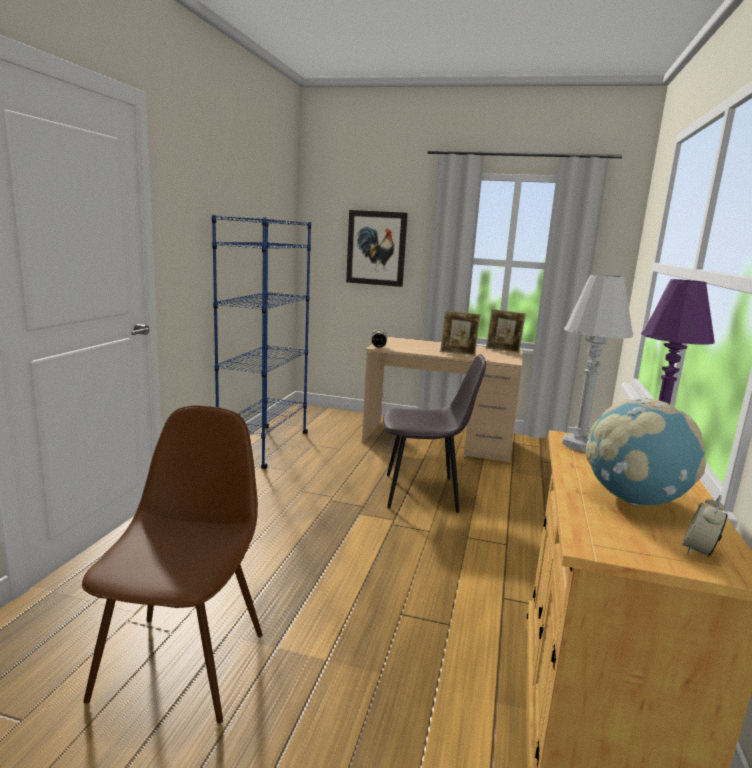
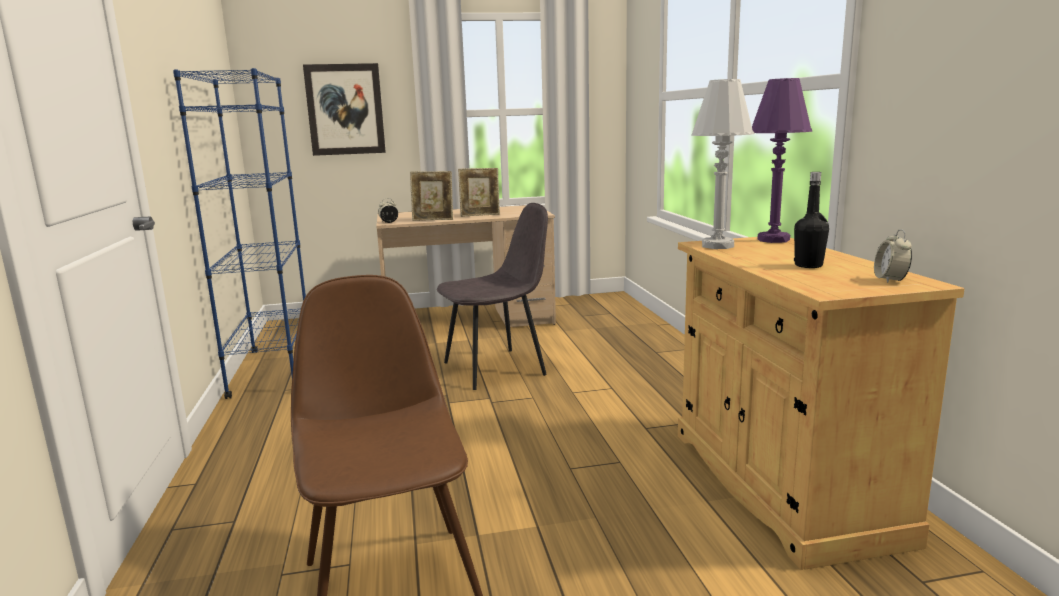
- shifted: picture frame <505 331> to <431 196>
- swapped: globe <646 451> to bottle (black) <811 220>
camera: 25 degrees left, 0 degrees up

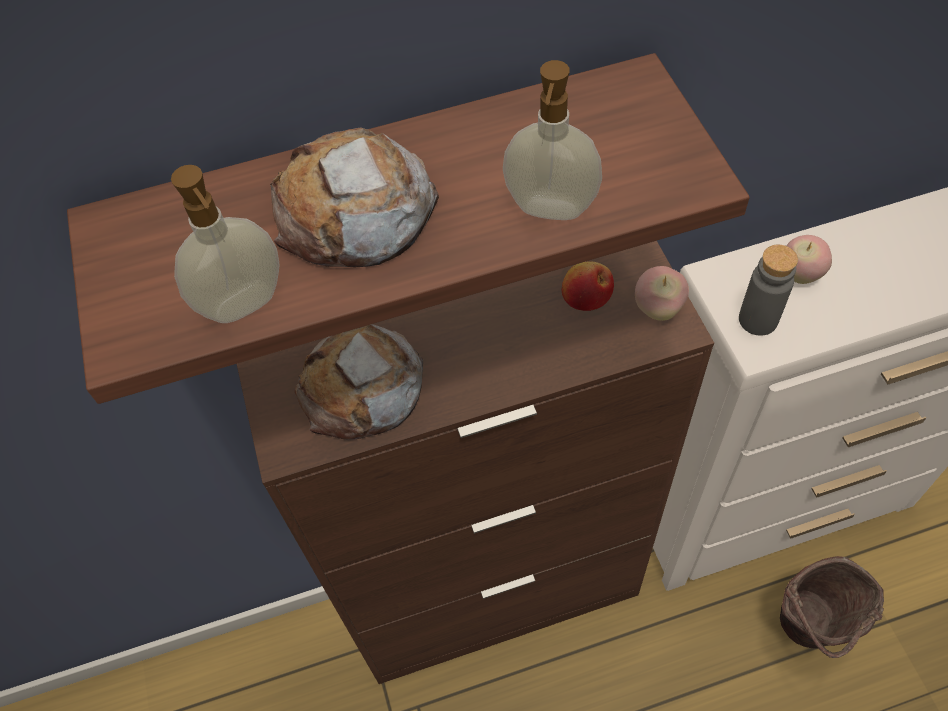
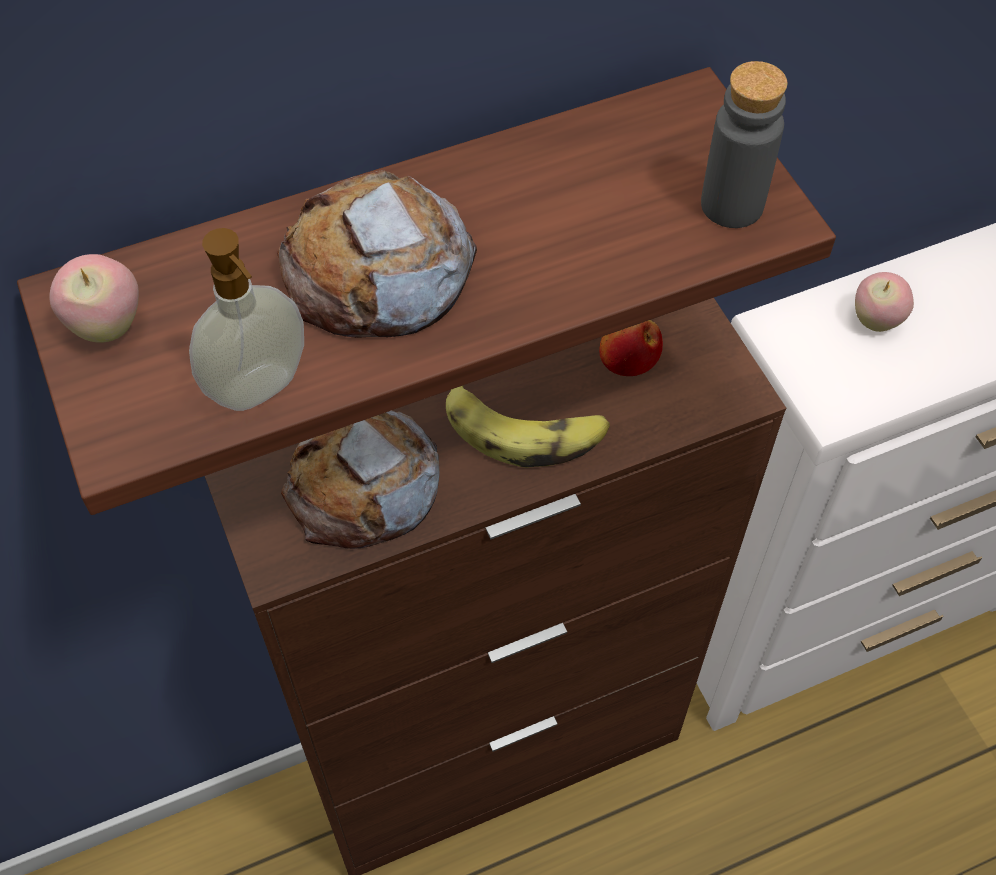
- gone: soap dispenser <552 140>
- shifted: bottle (grey) <768 290> to <744 144>
- shifted: apple <662 293> to <94 298>
- gone: bucket (brown) <832 607>
- new: banana <528 427>
camera: 10 degrees left, 0 degrees up

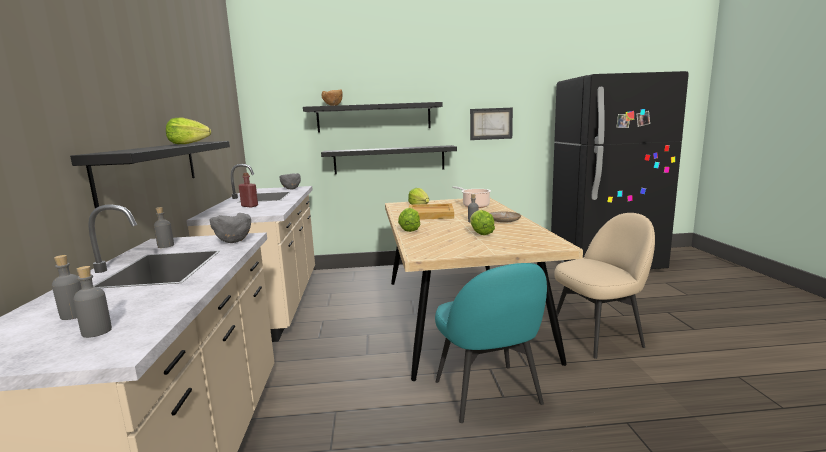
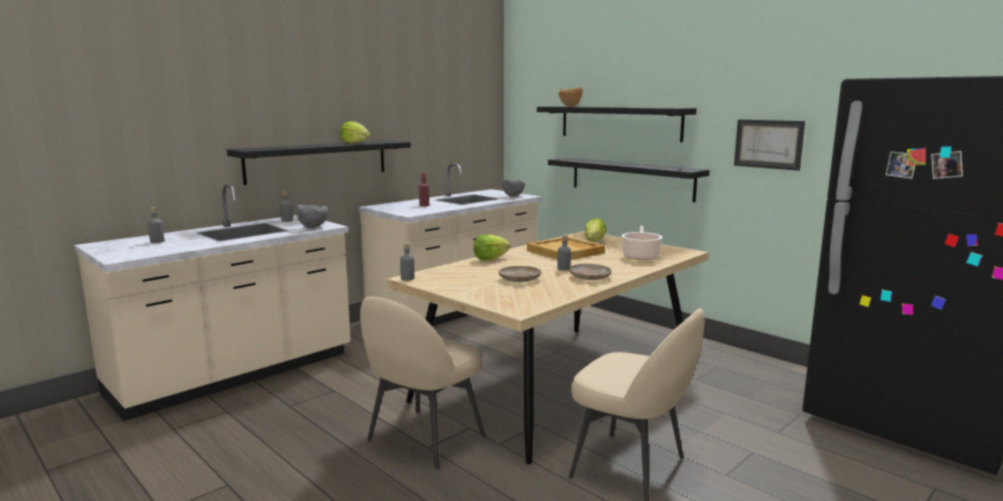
- swapped: lettuce <482 222> to plate (beige) <520 274>
- repainted: chair (turquoise) <491 343> to chair (beige) <422 383>
- shifted: bottle (grey) <92 302> to <407 262>
camera: 50 degrees right, 0 degrees up

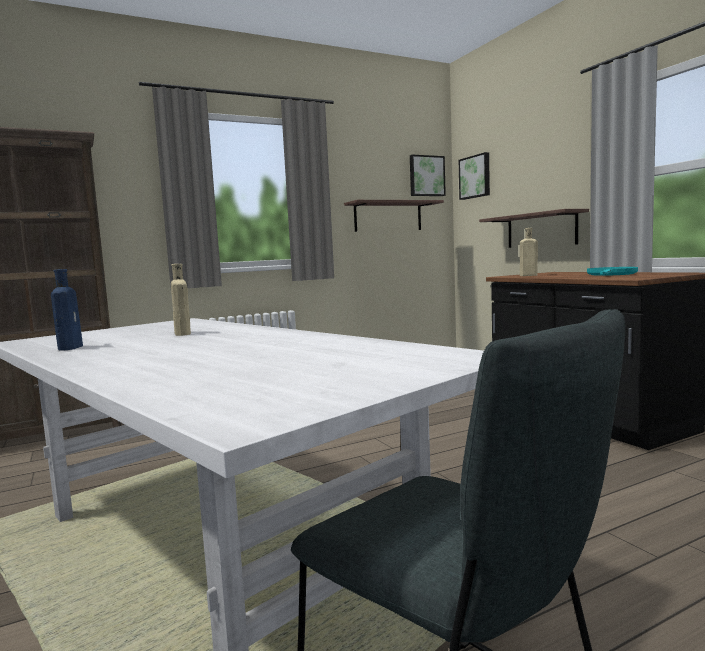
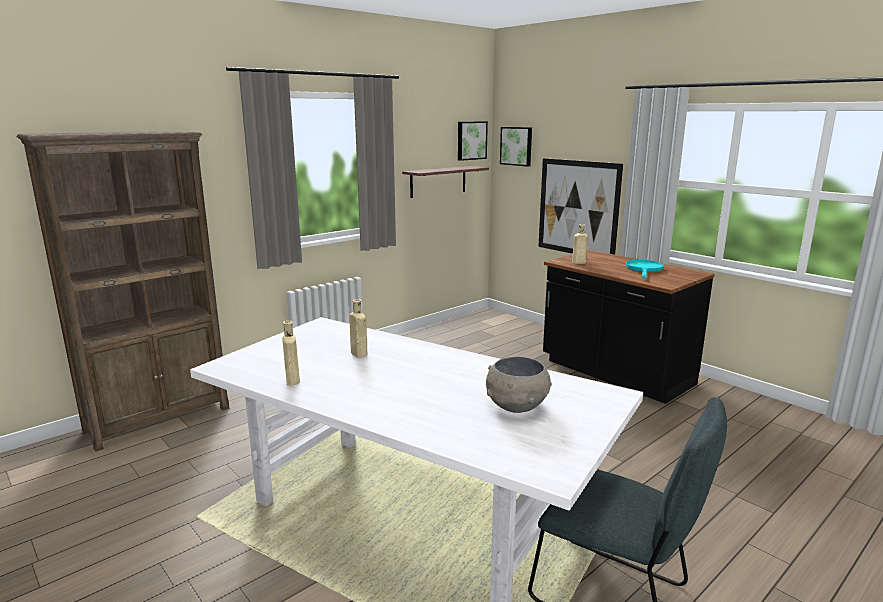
- swapped: shelf <534 228> to picture <580 206>
- repainted: bottle (blue) <67 310> to bottle (beige) <291 353>
- new: bowl (grey) <519 384>
camera: 15 degrees left, 10 degrees up

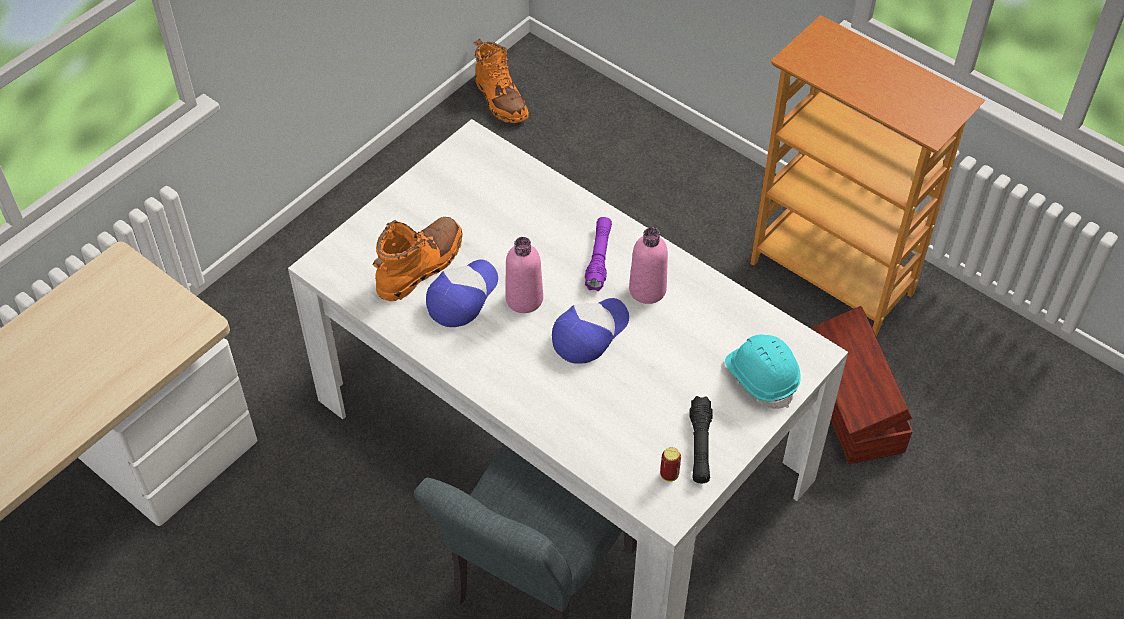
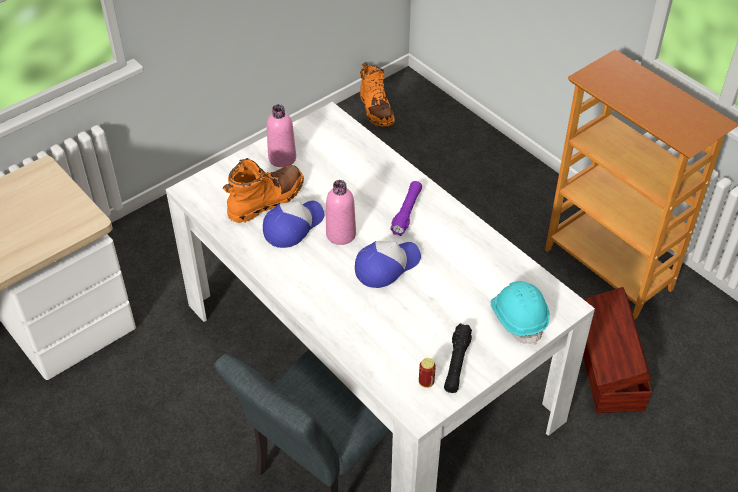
- shifted: bottle (pink) <648 265> to <281 135>
camera: 10 degrees right, 5 degrees down

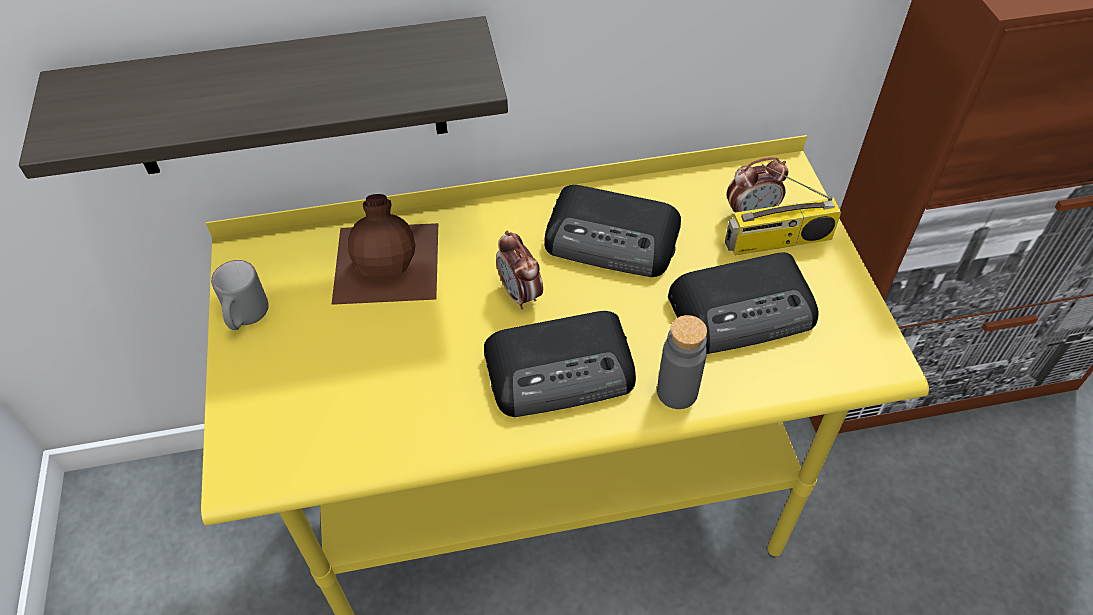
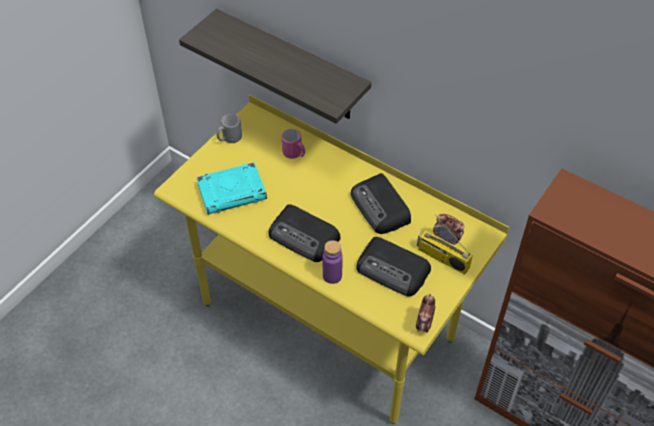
- swapped: bottle (brown) <384 249> to mug (pink) <293 144>
- shifted: alarm clock <519 270> to <425 313>
- repainted: bottle (grey) <682 362> to bottle (purple) <333 262>
- new: book (turquoise) <231 188>
camera: 45 degrees right, 0 degrees up

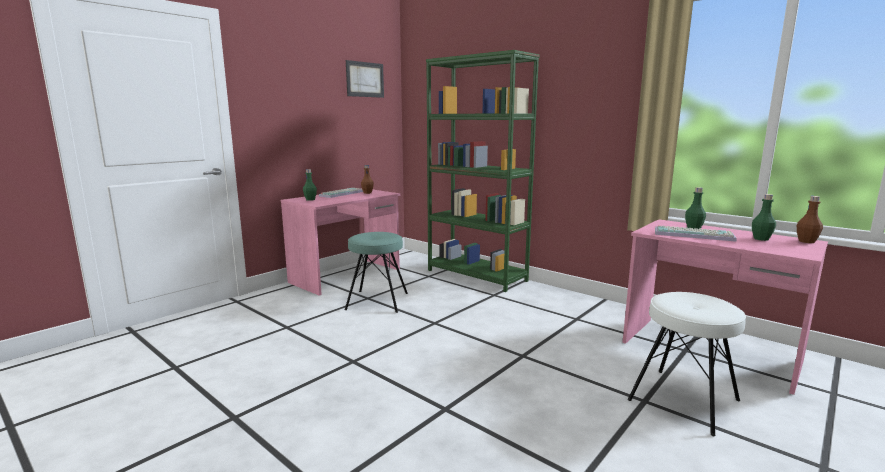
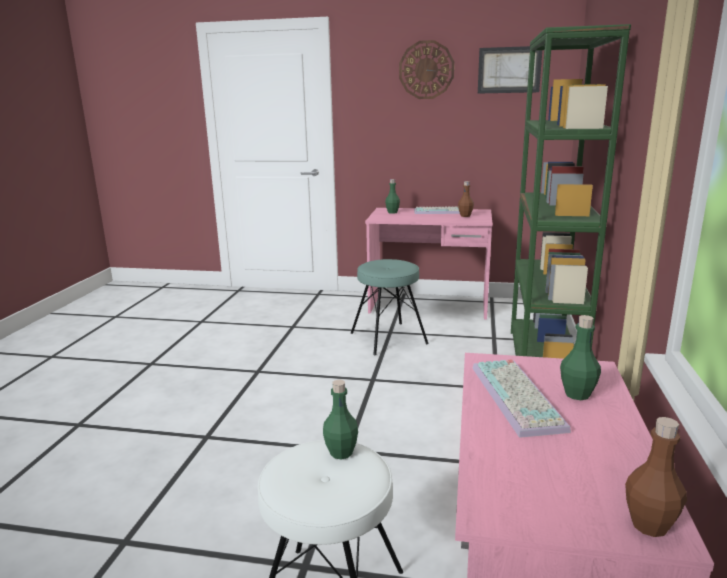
- shifted: bottle (green) <764 217> to <340 420>
- new: wall clock <426 69>
camera: 60 degrees right, 5 degrees up

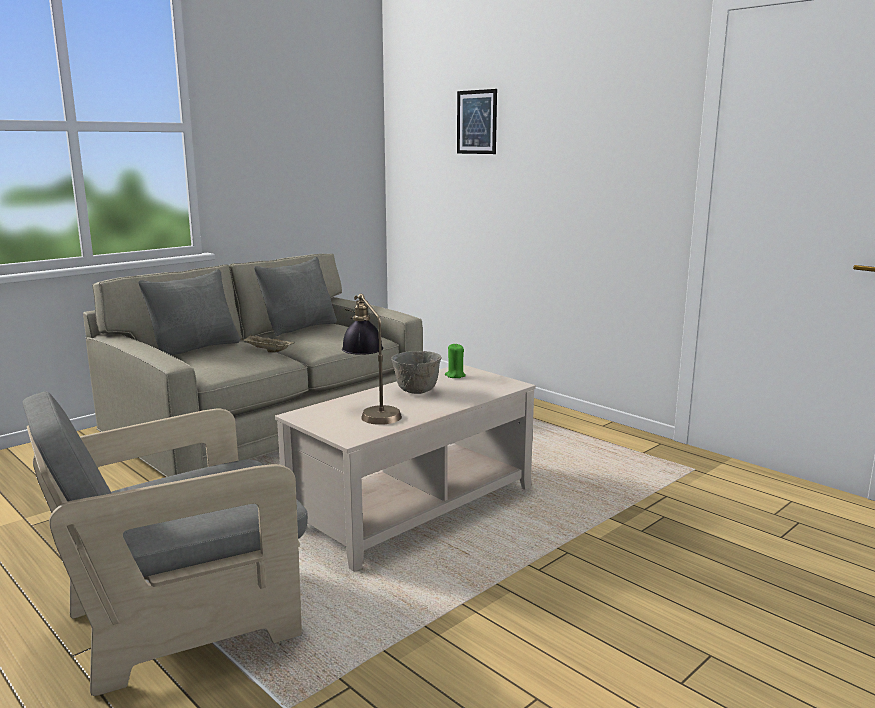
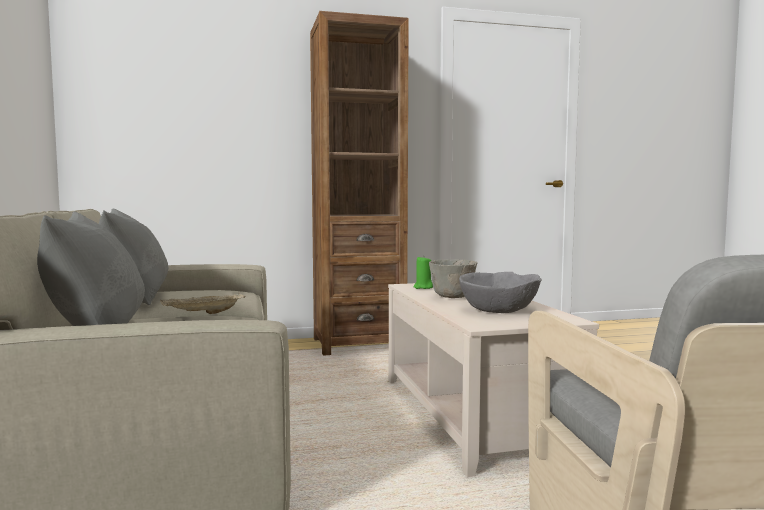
- gone: picture <477 121>
- swapped: table lamp <372 359> to bowl (grey) <500 292>
- new: bookcase (brown) <359 183>
camera: 60 degrees left, 10 degrees down

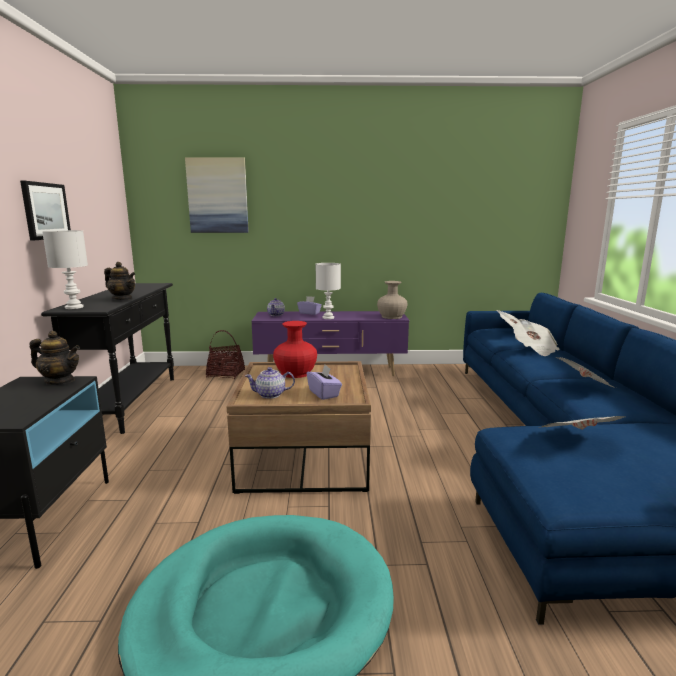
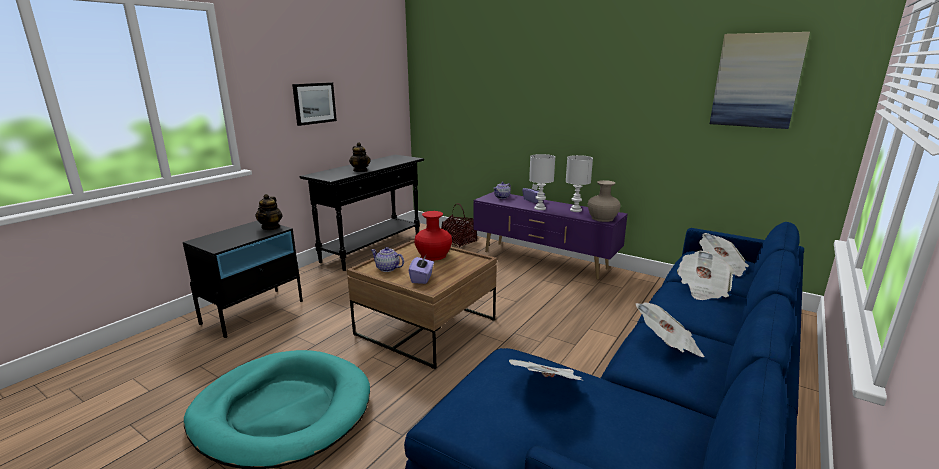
- shifted: picture <217 195> to <760 80>
- shifted: table lamp (white) <65 269> to <579 183>
- rotated: teapot <55 358> = <269 212> 45 degrees clockwise
camera: 35 degrees right, 5 degrees up

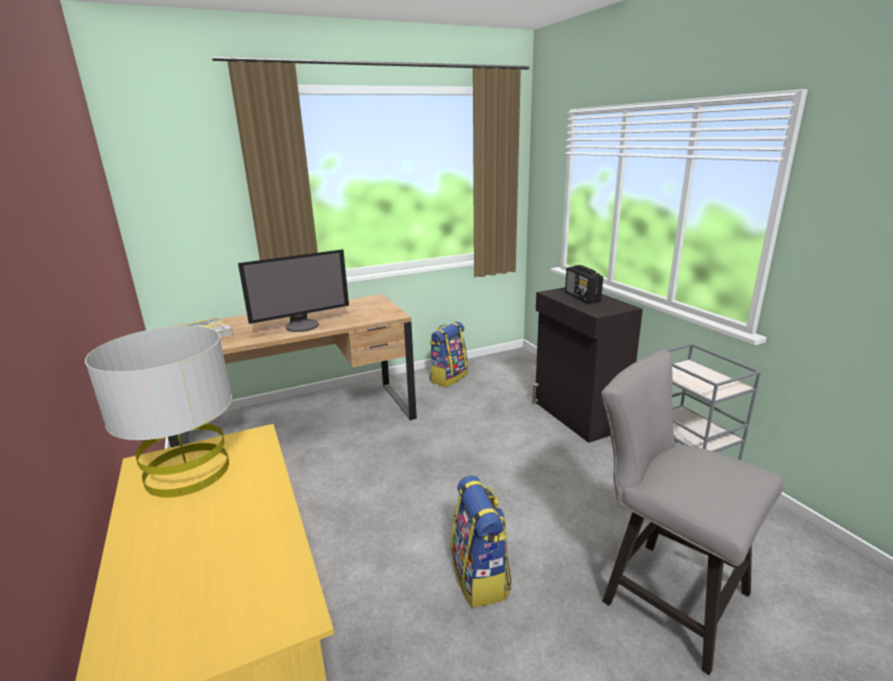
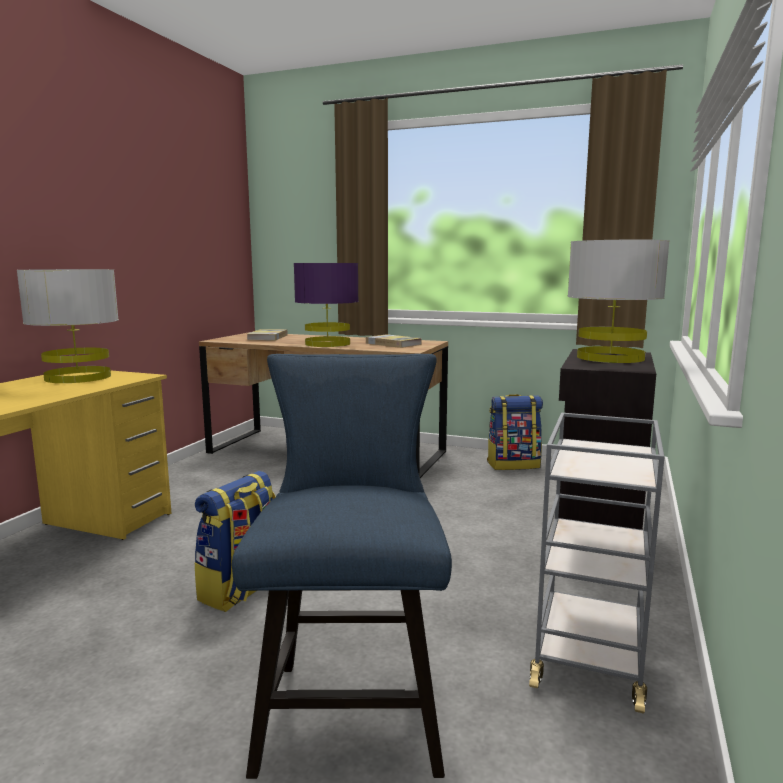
- swapped: monitor <293 290> to table lamp (purple) <326 305>
- swapped: radio <584 284> to table lamp (grey) <619 301>
- repainted: chair (grey) <692 512> to chair (blue) <342 566>
- new: book <394 341>
camera: 45 degrees right, 10 degrees down

